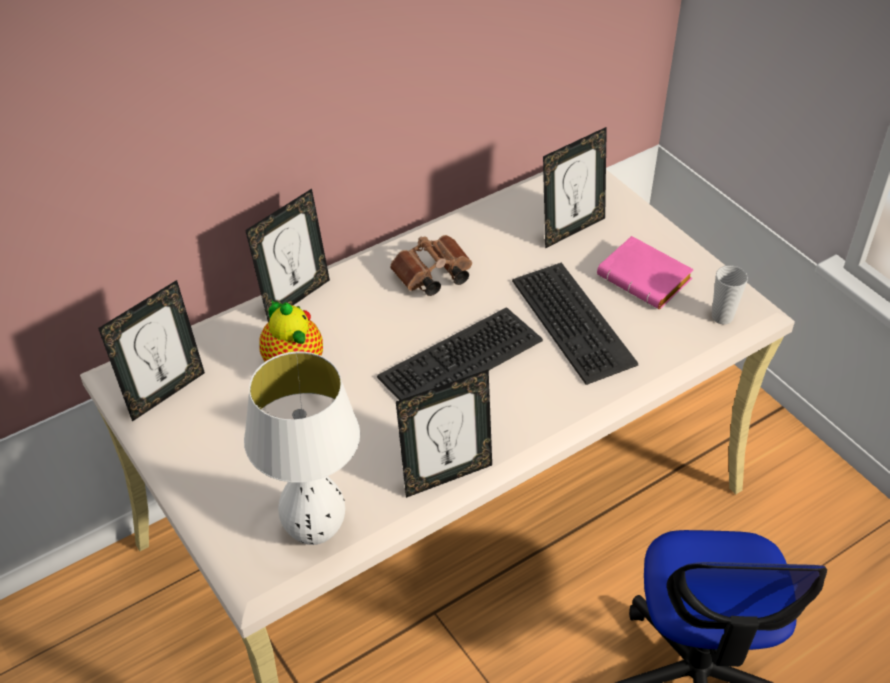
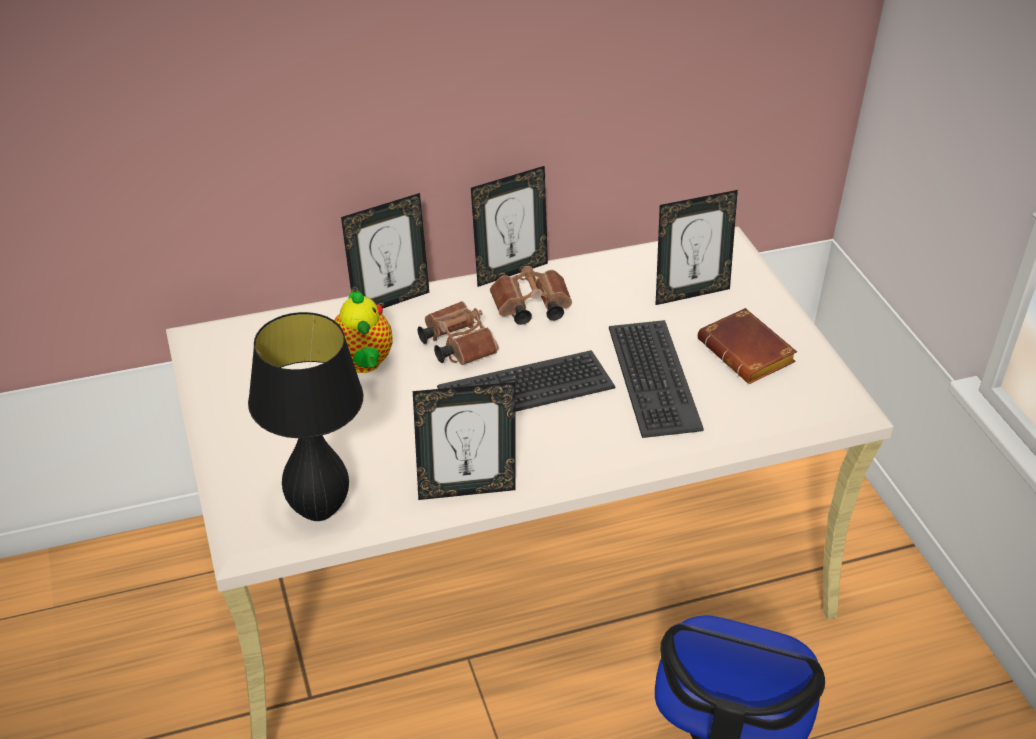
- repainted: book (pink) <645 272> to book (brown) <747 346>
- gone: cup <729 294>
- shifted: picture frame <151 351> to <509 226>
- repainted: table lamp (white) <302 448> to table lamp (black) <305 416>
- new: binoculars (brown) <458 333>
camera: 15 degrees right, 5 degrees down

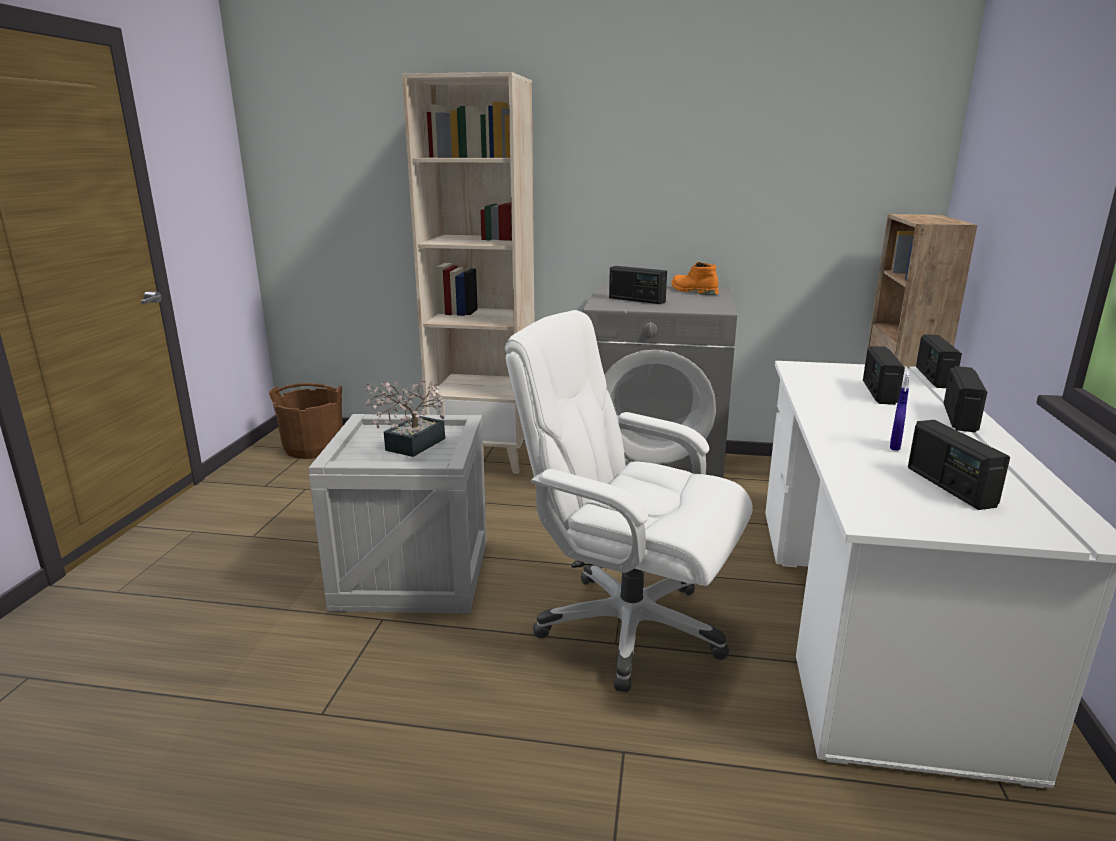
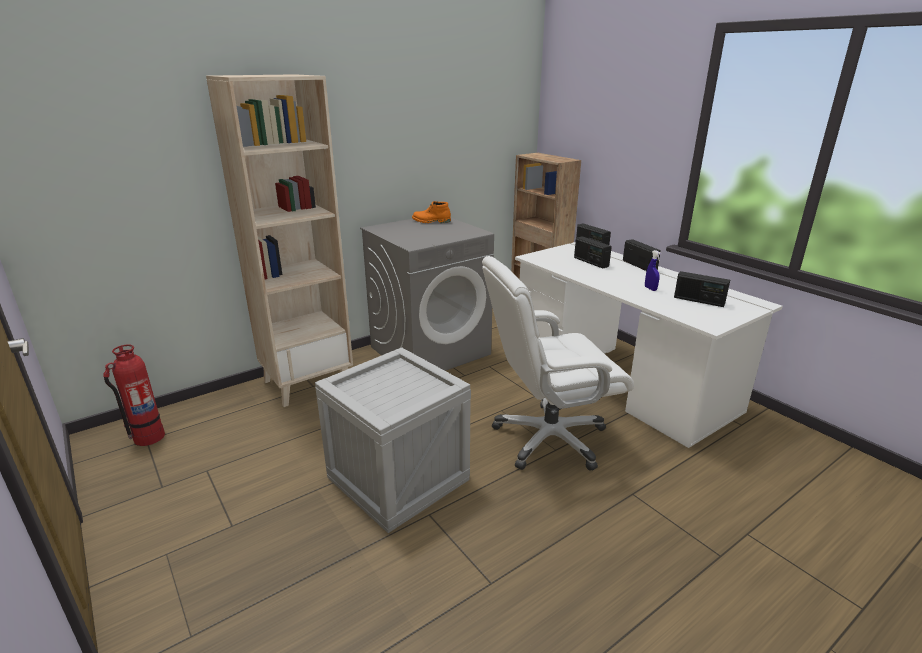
- gone: radio <638 285>
- gone: potted plant <404 418>
- swapped: bucket (brown) <306 421> to fire extinguisher <134 395>
camera: 45 degrees left, 5 degrees up

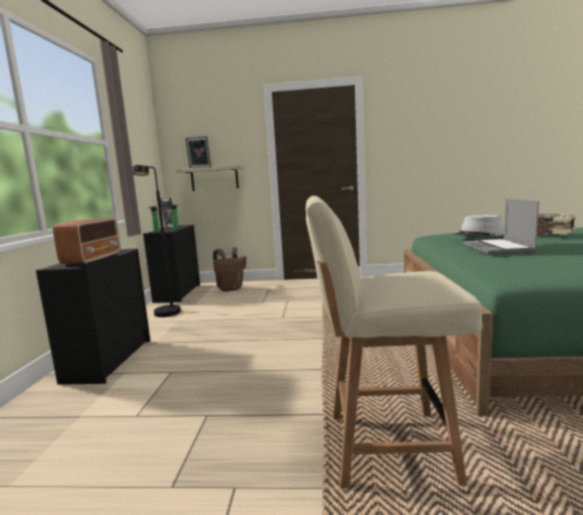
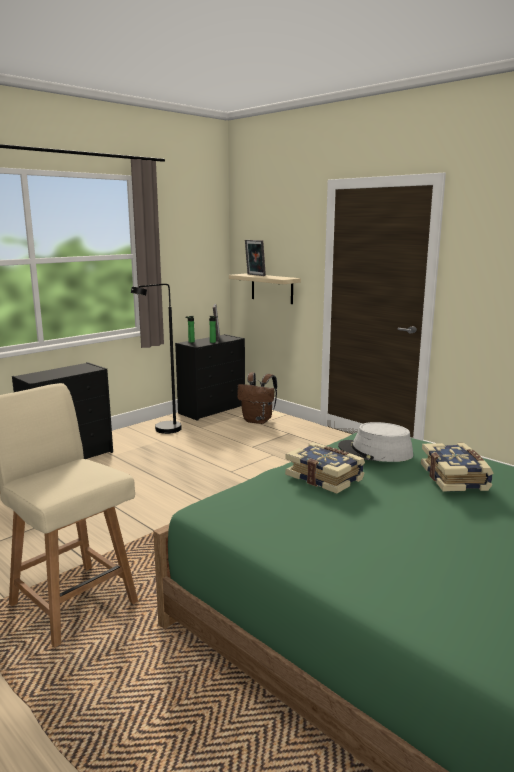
- swapped: laptop <501 227> to book <325 468>
- gone: radio <87 241>
camera: 40 degrees right, 5 degrees up

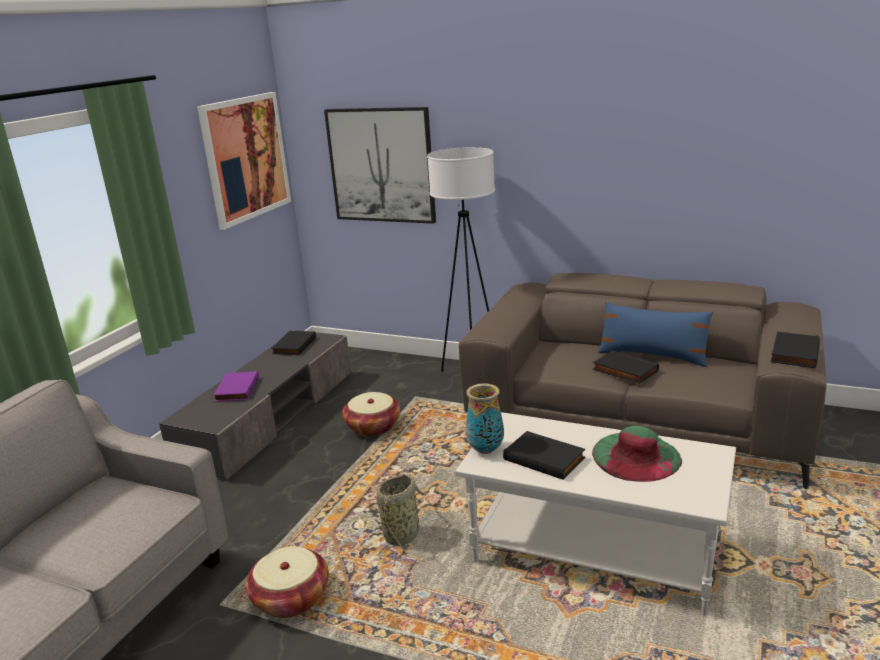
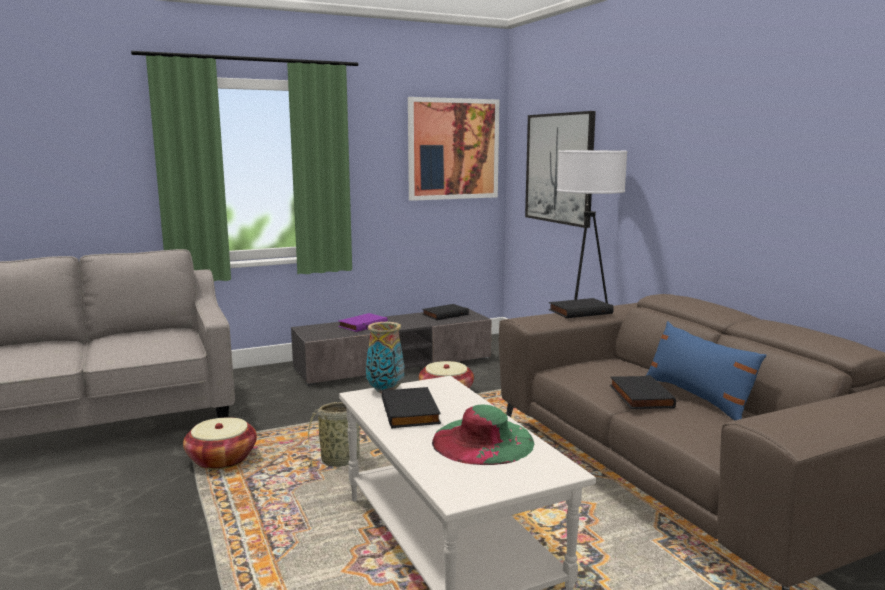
- shifted: book (black) <795 350> to <581 308>
camera: 40 degrees right, 10 degrees down

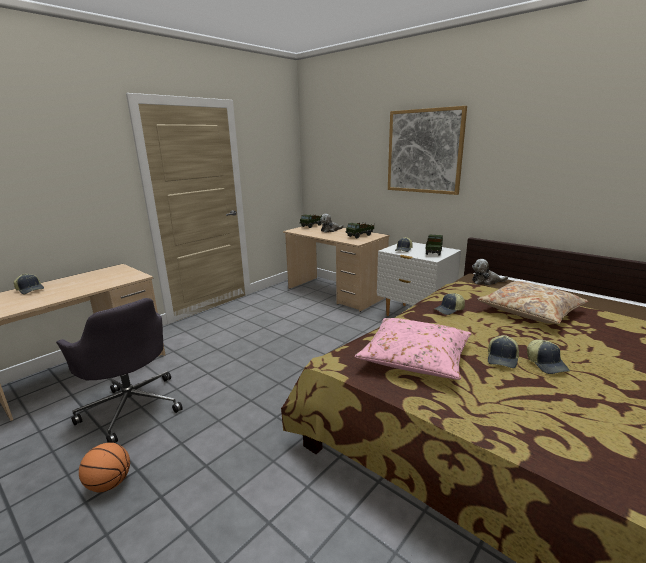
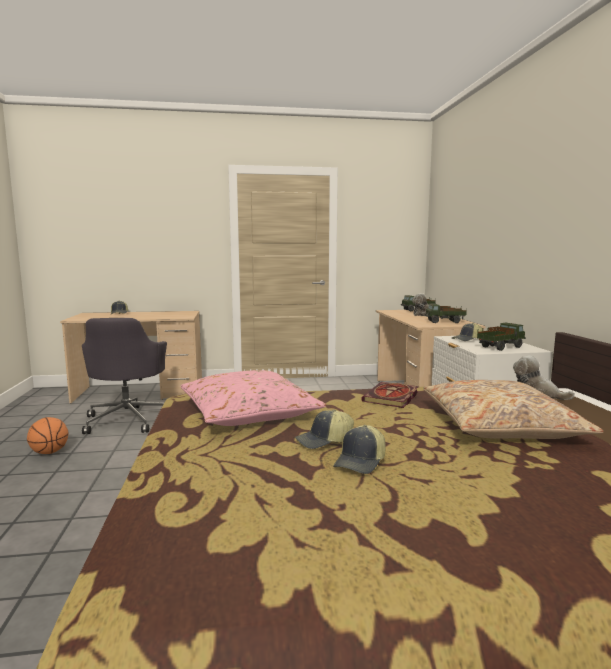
- gone: picture <427 150>
- swapped: cap <450 304> to book <390 395>
camera: 40 degrees right, 10 degrees down

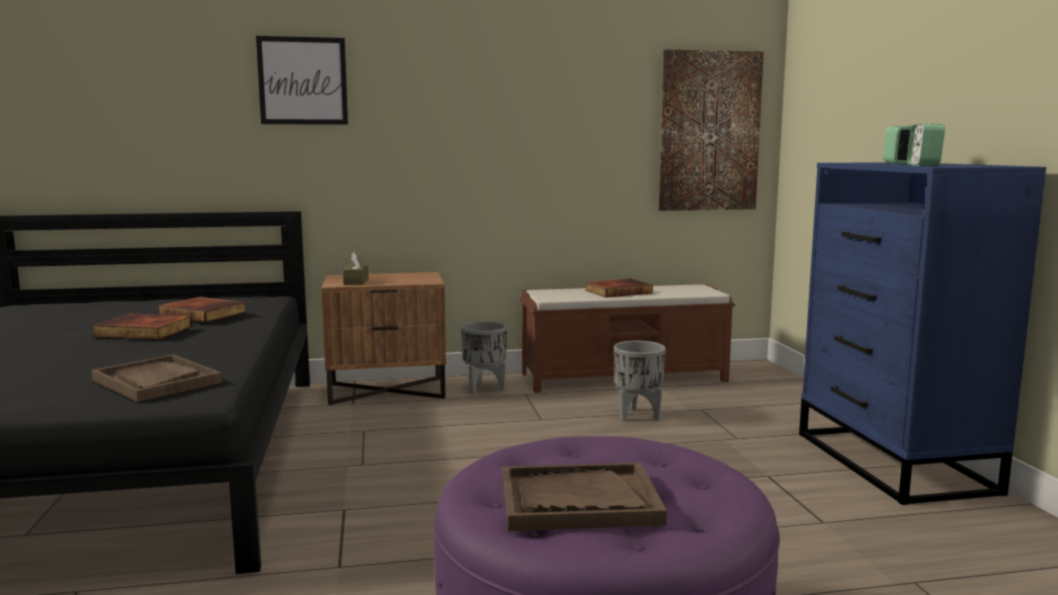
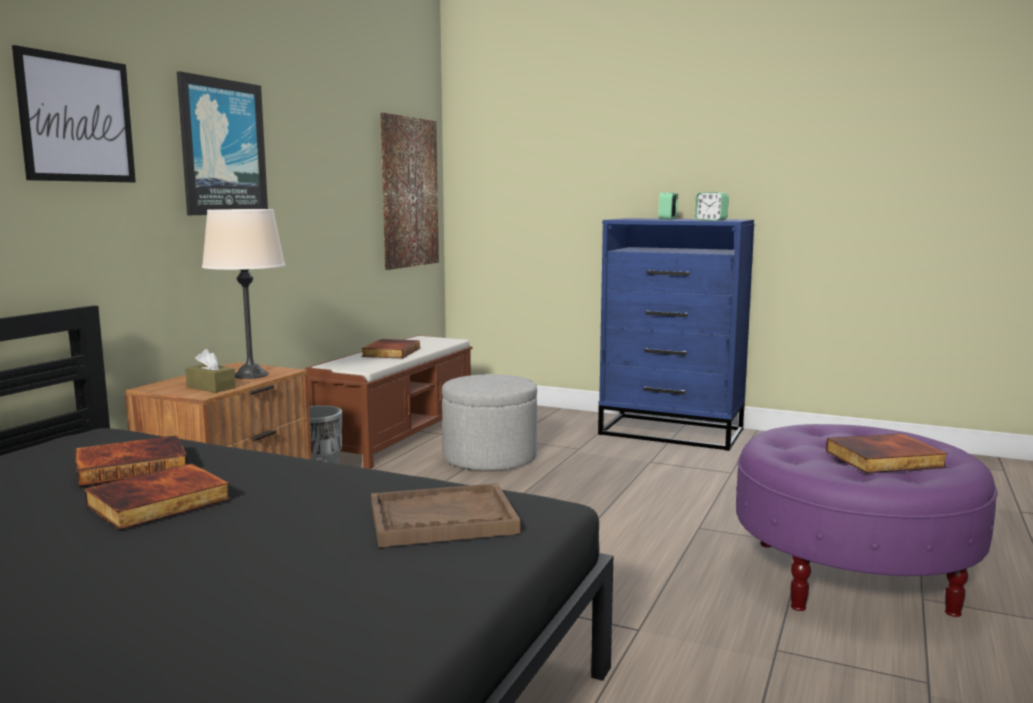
- swapped: planter (grey) <640 381> to ottoman (grey) <489 422>
- swapped: tray (brown) <585 497> to book <887 453>
- new: picture <222 143>
- new: table lamp (beige) <243 294>
camera: 55 degrees left, 0 degrees up

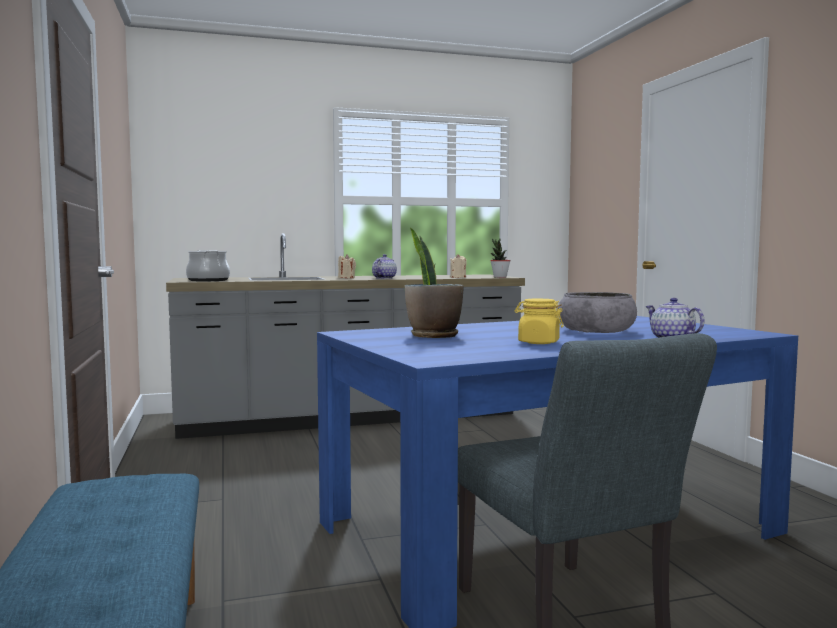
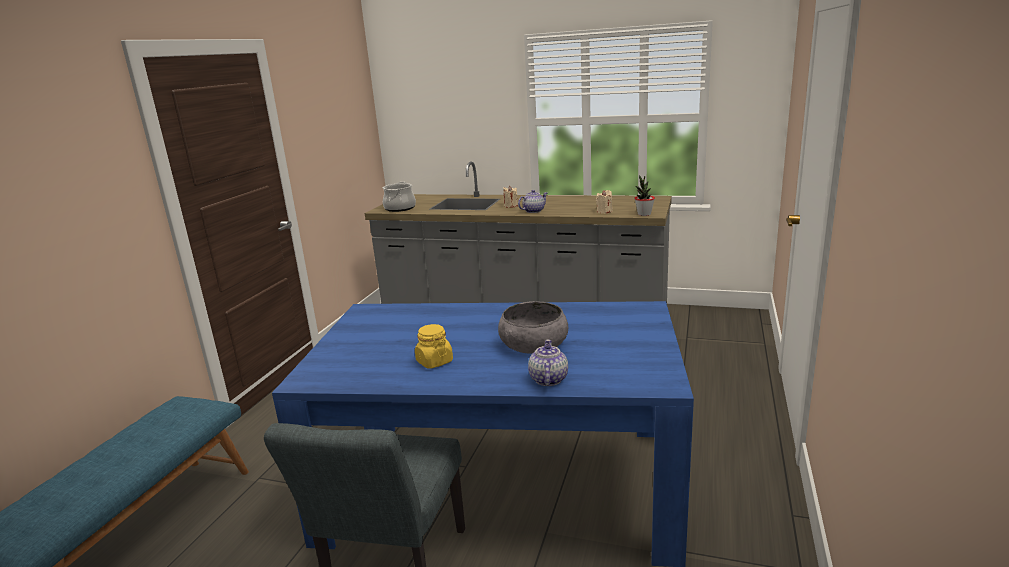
- gone: potted plant <434 283>
camera: 35 degrees right, 15 degrees up

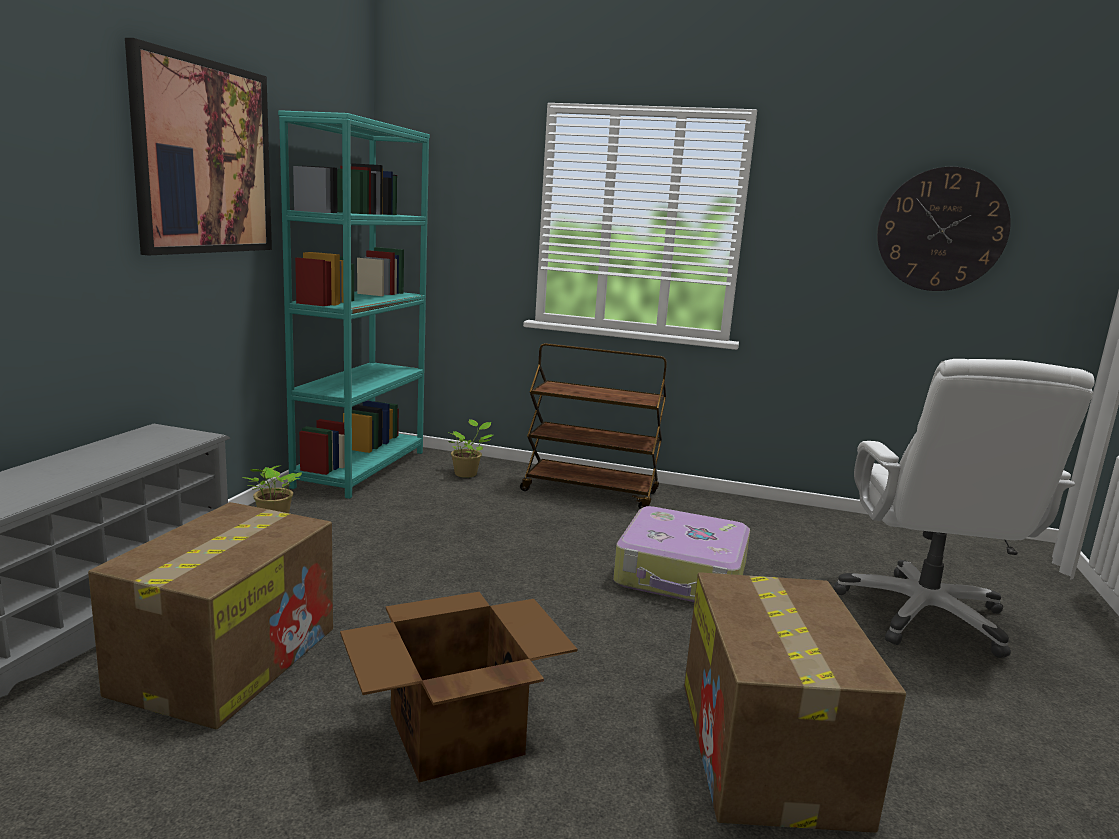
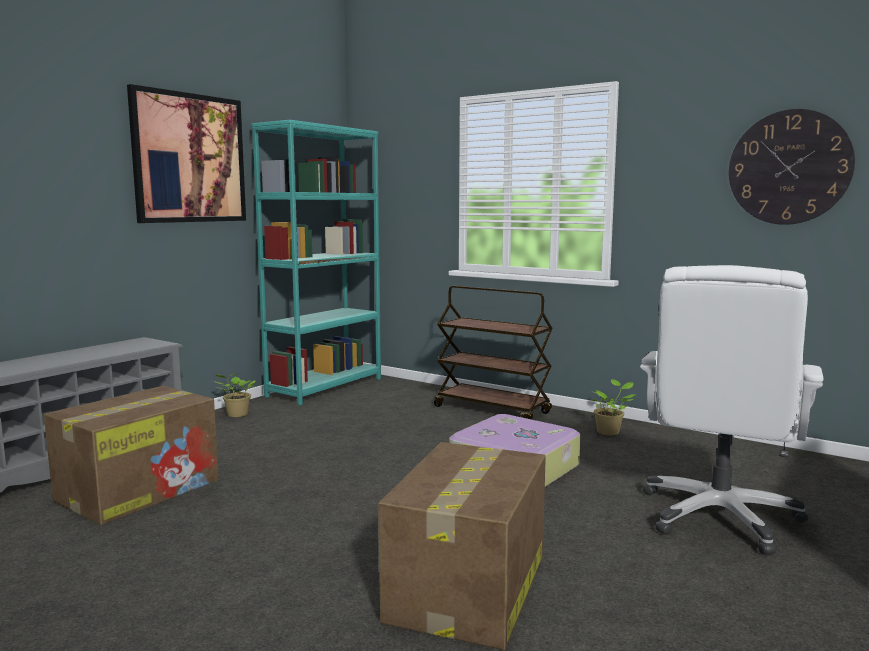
- shifted: potted plant <470 448> to <613 407>
- gone: cardboard box <458 687>
camera: 20 degrees right, 5 degrees down

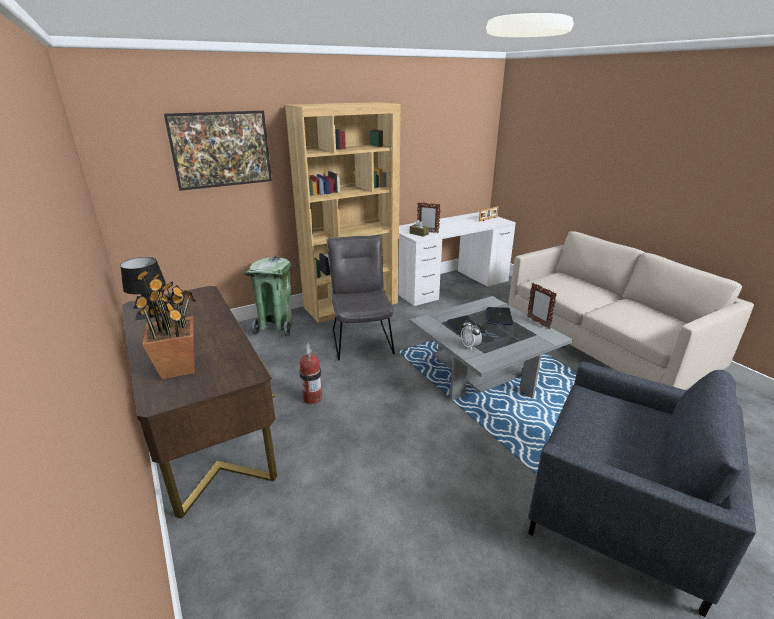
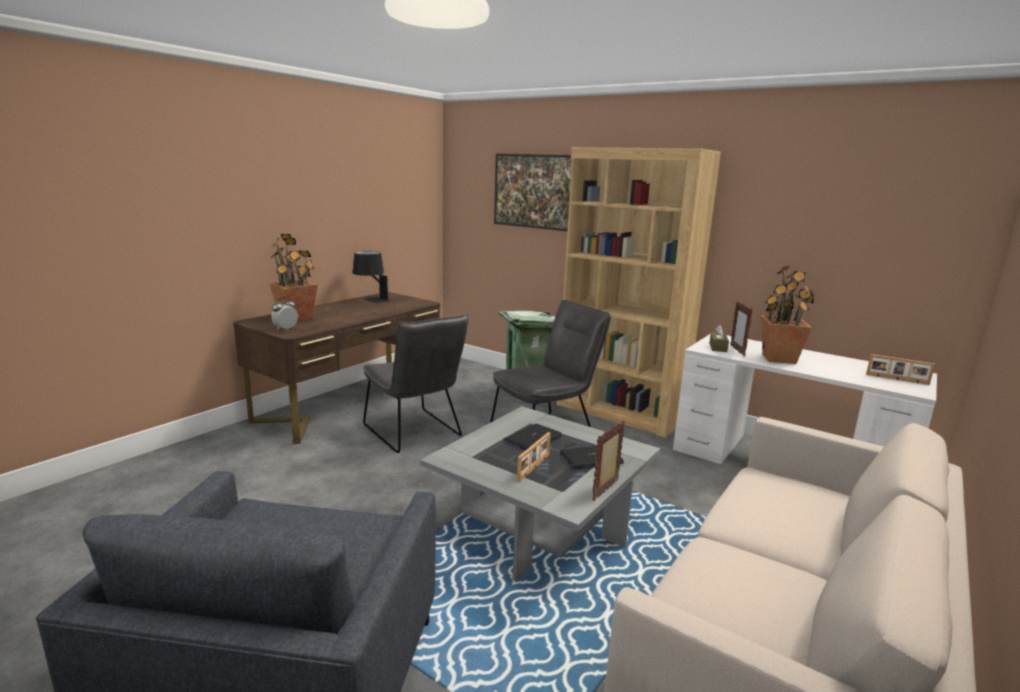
- shifted: alarm clock <471 334> to <285 313>
- swapped: fire extinguisher <311 372> to chair (grey) <416 383>
- new: potted plant <787 315>
- new: picture frame <534 457>
camera: 65 degrees right, 10 degrees down

